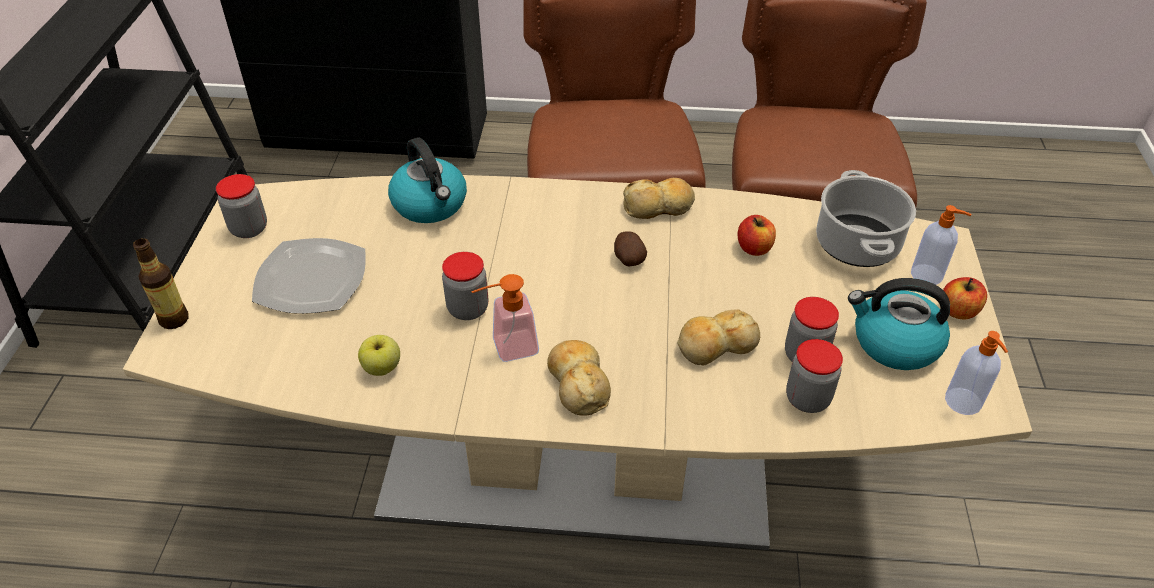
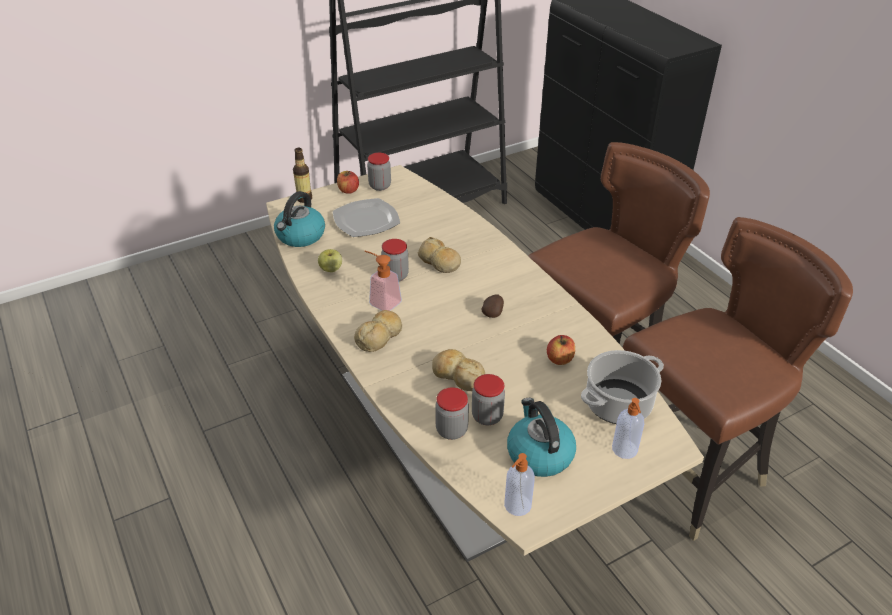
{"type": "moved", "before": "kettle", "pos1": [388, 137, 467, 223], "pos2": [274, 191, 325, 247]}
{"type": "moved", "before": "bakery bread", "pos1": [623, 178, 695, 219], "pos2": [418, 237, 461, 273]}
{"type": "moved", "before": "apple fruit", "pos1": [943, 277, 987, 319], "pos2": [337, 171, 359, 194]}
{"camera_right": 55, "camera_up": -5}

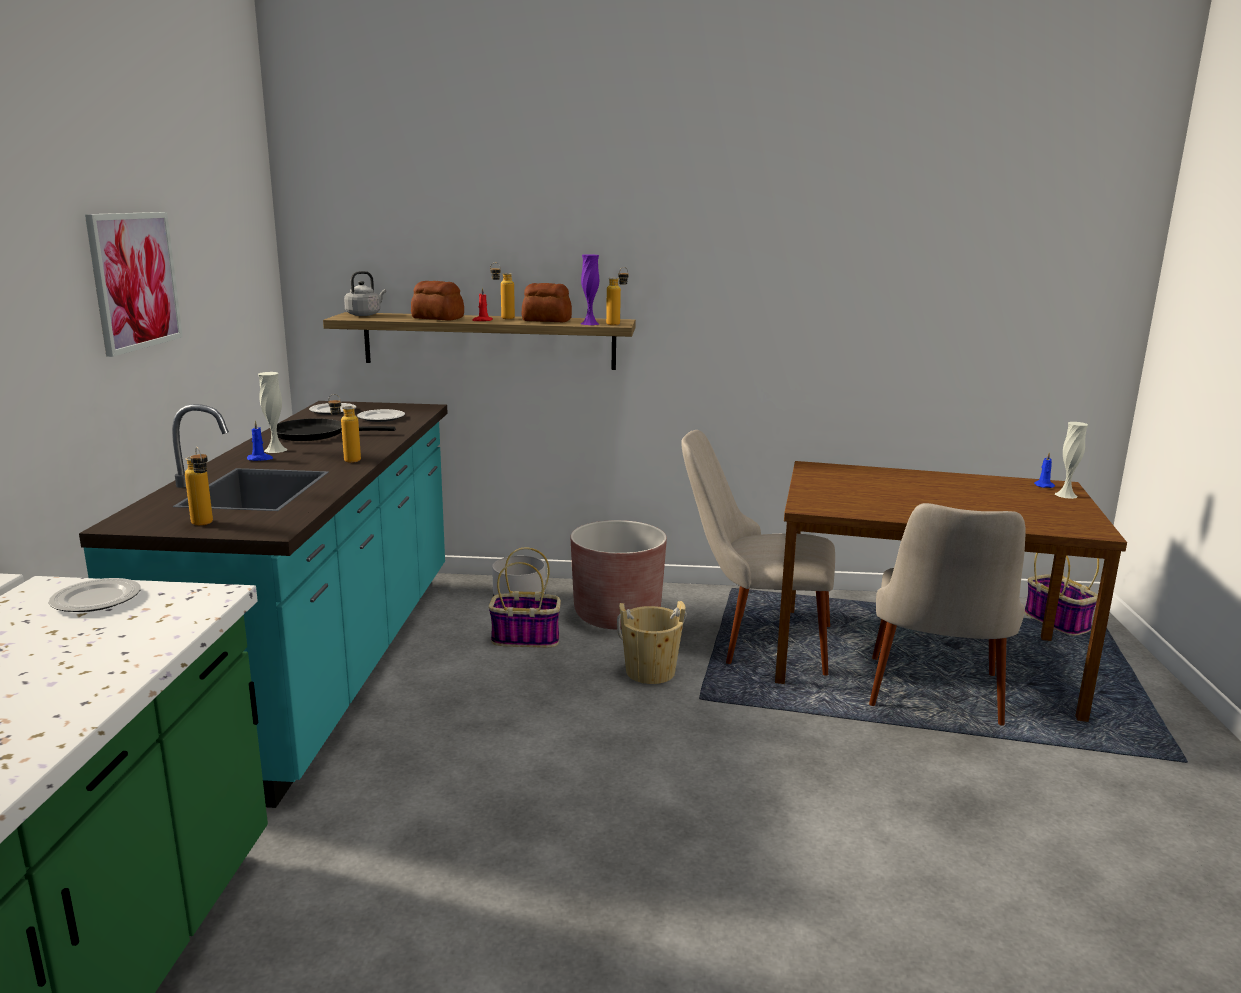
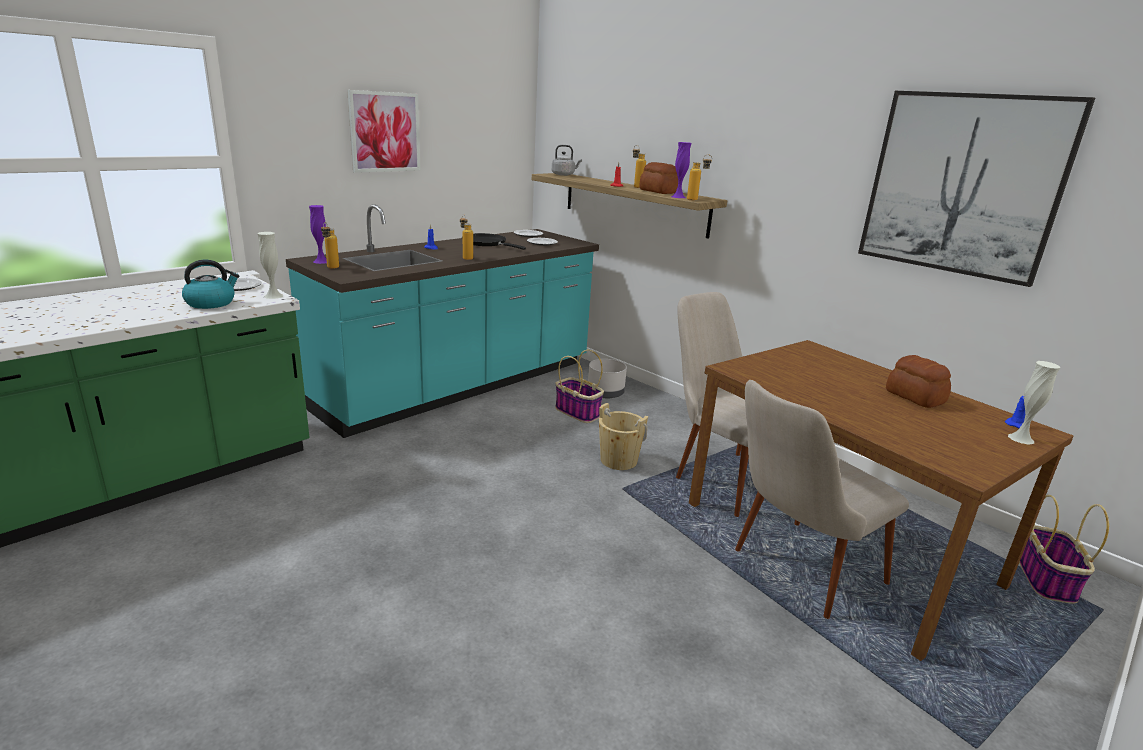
{"type": "moved", "before": "vase (white)", "pos1": [258, 372, 287, 453], "pos2": [258, 232, 284, 299]}
{"type": "moved", "before": "bakery bread", "pos1": [411, 281, 464, 321], "pos2": [886, 355, 951, 408]}
{"type": "removed", "before": "flower pot (brown-coloured)", "pos1": [570, 520, 667, 630]}
{"type": "added", "after": "kettle", "pos2": [182, 260, 240, 309]}
{"type": "added", "after": "vase (purple)", "pos2": [309, 205, 327, 264]}
{"type": "added", "after": "wall art", "pos2": [858, 91, 1095, 287]}
{"camera_right": 40, "camera_up": 5}

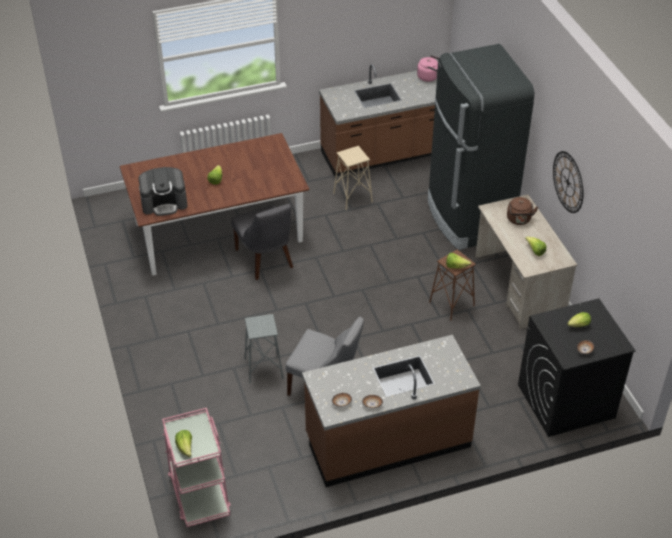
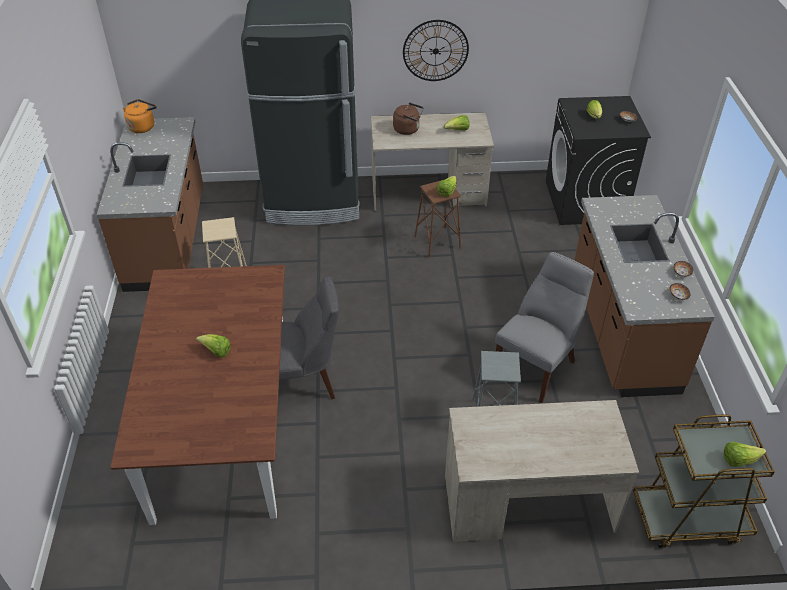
{"type": "removed", "before": "coffee machine", "pos1": [139, 167, 188, 216]}
{"type": "recoloured", "before": "trolley (pink)", "after": "trolley (brown-coloured)", "pos1": [162, 408, 230, 527], "pos2": [633, 414, 775, 548]}
{"type": "recoloured", "before": "kettle (pink)", "after": "kettle (orange-coloured)", "pos1": [417, 55, 439, 82], "pos2": [123, 99, 157, 133]}
{"type": "added", "after": "desk (beige)", "pos2": [445, 400, 639, 542]}
{"camera_right": -75, "camera_up": 0}

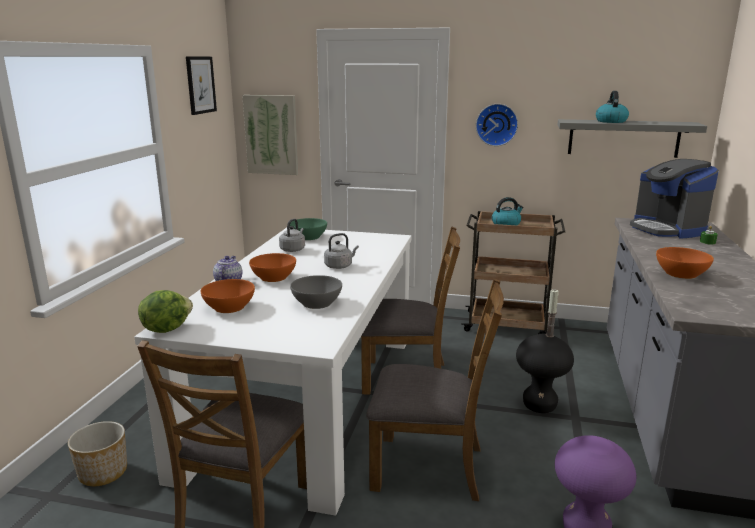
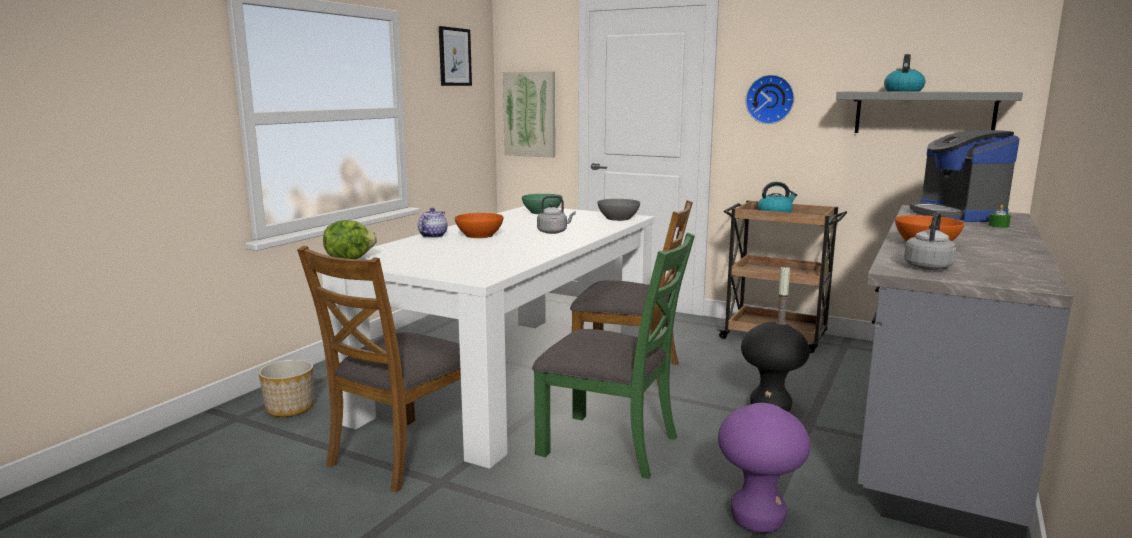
{"type": "removed", "before": "bowl (orange-coloured)", "pos1": [201, 279, 255, 313]}
{"type": "moved", "before": "kettle (greyish)", "pos1": [279, 219, 305, 252], "pos2": [904, 212, 956, 270]}
{"type": "moved", "before": "bowl (greyish)", "pos1": [290, 275, 342, 309], "pos2": [597, 199, 640, 221]}
{"type": "recoloured", "before": "chair (brown-coloured)", "after": "chair (green-coloured)", "pos1": [366, 278, 504, 501], "pos2": [532, 233, 695, 479]}
{"camera_right": 15, "camera_up": -5}

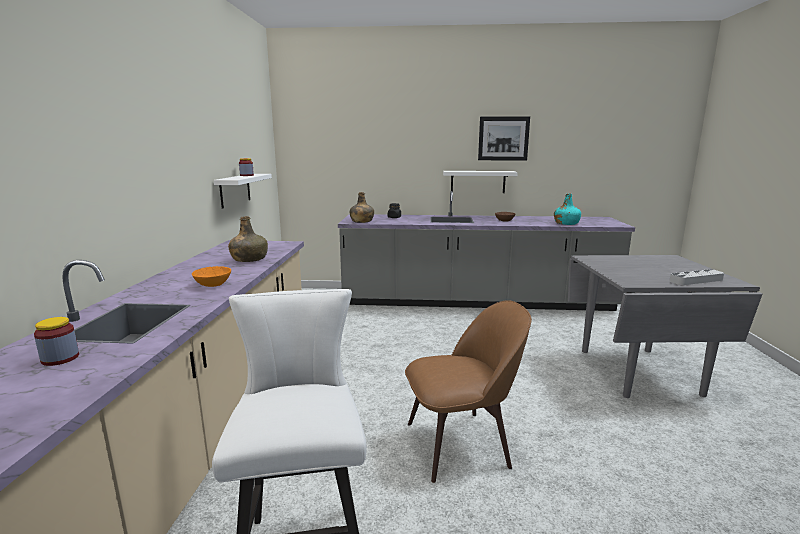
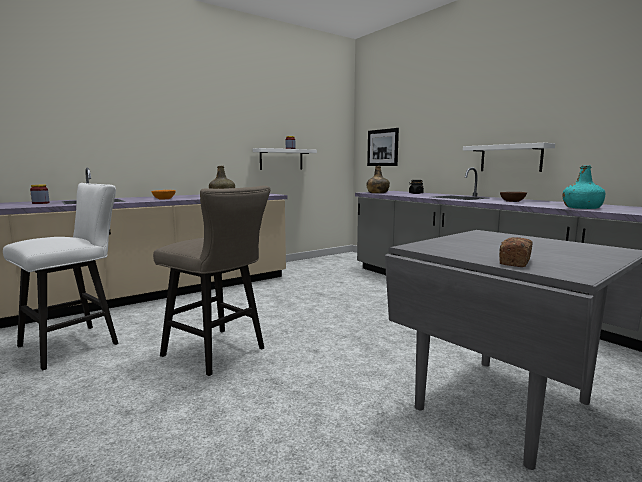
{"type": "replaced", "before": "chair (brown-coloured)", "after": "stool seat (beige)", "pos1": [405, 300, 532, 483], "pos2": [153, 185, 270, 376]}
{"type": "moved", "before": "wall art", "pos1": [478, 116, 530, 160], "pos2": [367, 128, 399, 166]}
{"type": "replaced", "before": "tray (greyish)", "after": "bakery bread", "pos1": [670, 269, 724, 285], "pos2": [499, 237, 533, 267]}
{"camera_right": 50, "camera_up": -5}

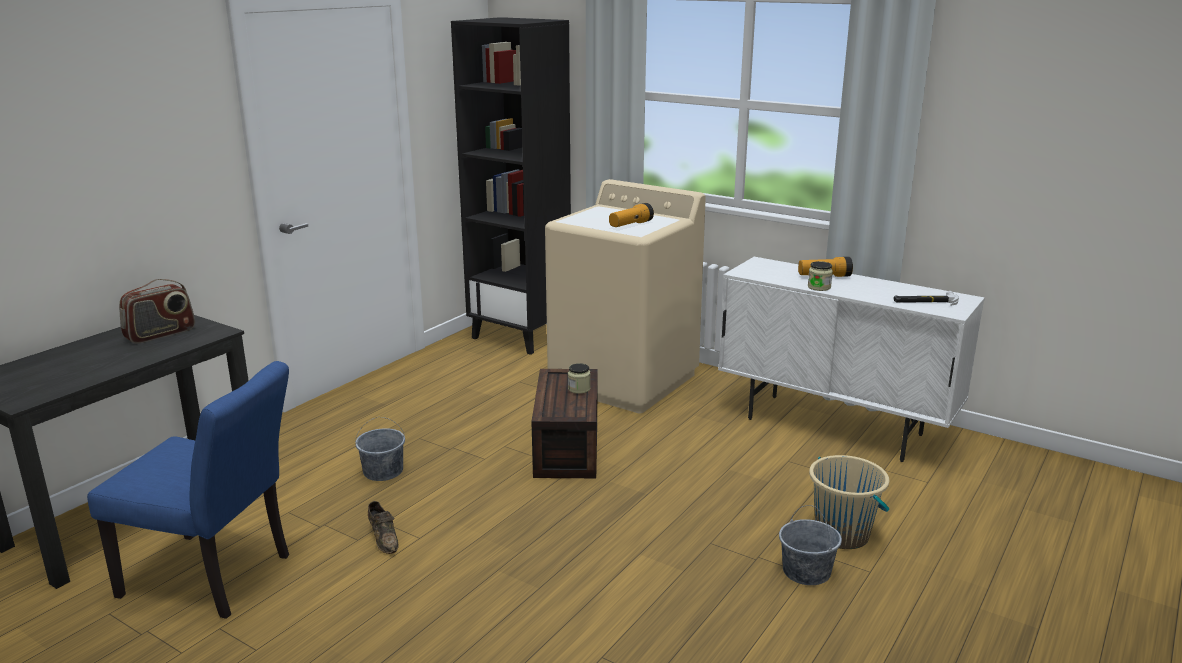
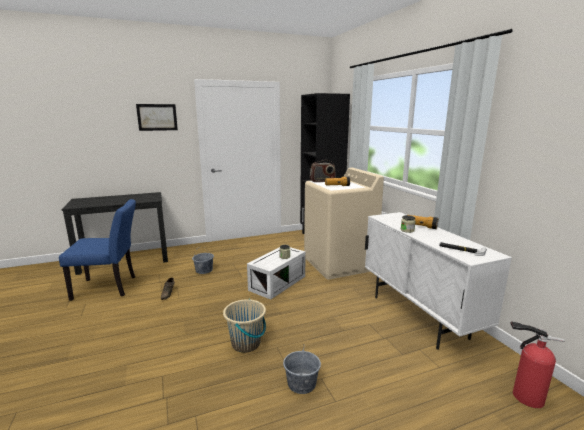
{"type": "turned", "before": "chair (blue-coloured)", "pos1": [87, 361, 289, 619], "pos2": [59, 199, 136, 301], "turn": -60}
{"type": "moved", "before": "radio", "pos1": [119, 279, 195, 344], "pos2": [310, 160, 336, 182]}
{"type": "recoloured", "before": "storage box (brown-coloured)", "after": "storage box (white)", "pos1": [531, 369, 597, 478], "pos2": [247, 247, 306, 300]}
{"type": "moved", "before": "bucket (beige)", "pos1": [809, 455, 889, 549], "pos2": [223, 299, 266, 353]}
{"type": "added", "after": "wall art", "pos2": [136, 104, 178, 131]}
{"type": "added", "after": "fire extinguisher", "pos2": [510, 321, 565, 408]}
{"camera_right": 35, "camera_up": -5}

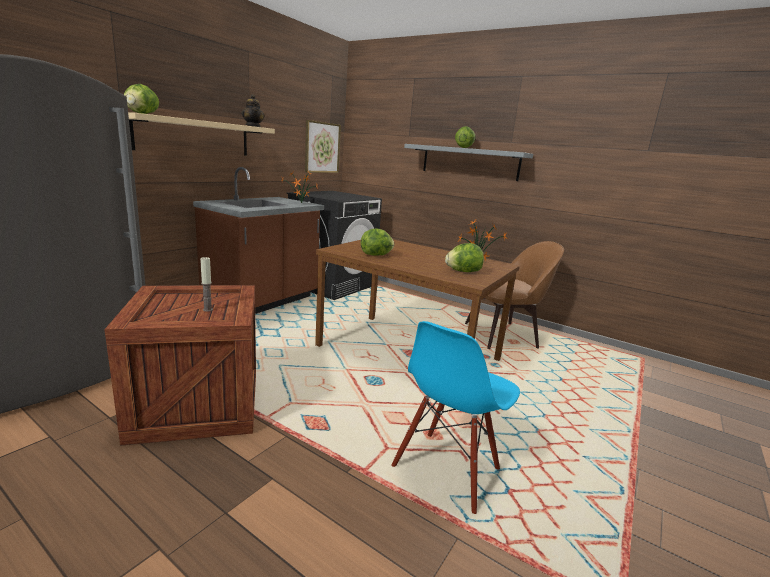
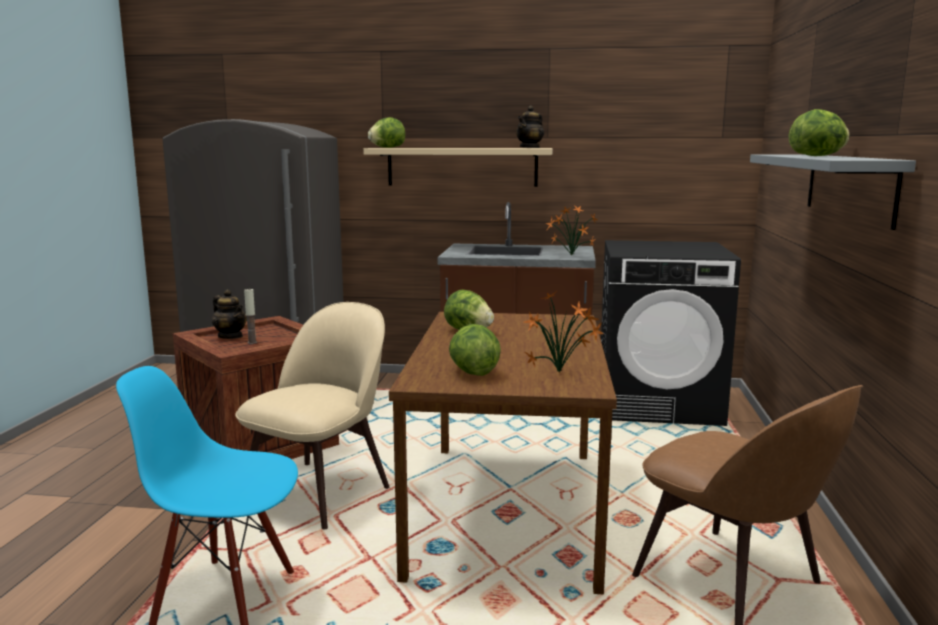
{"type": "removed", "before": "wall art", "pos1": [305, 120, 341, 173]}
{"type": "added", "after": "tea pot", "pos2": [212, 289, 247, 339]}
{"type": "added", "after": "chair (beige)", "pos2": [235, 302, 390, 530]}
{"camera_right": 65, "camera_up": -5}

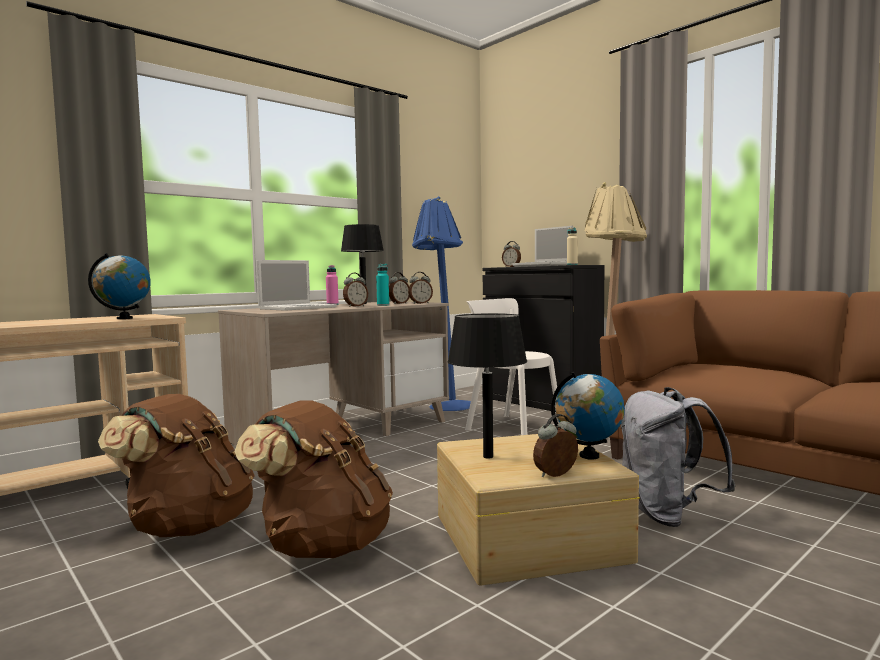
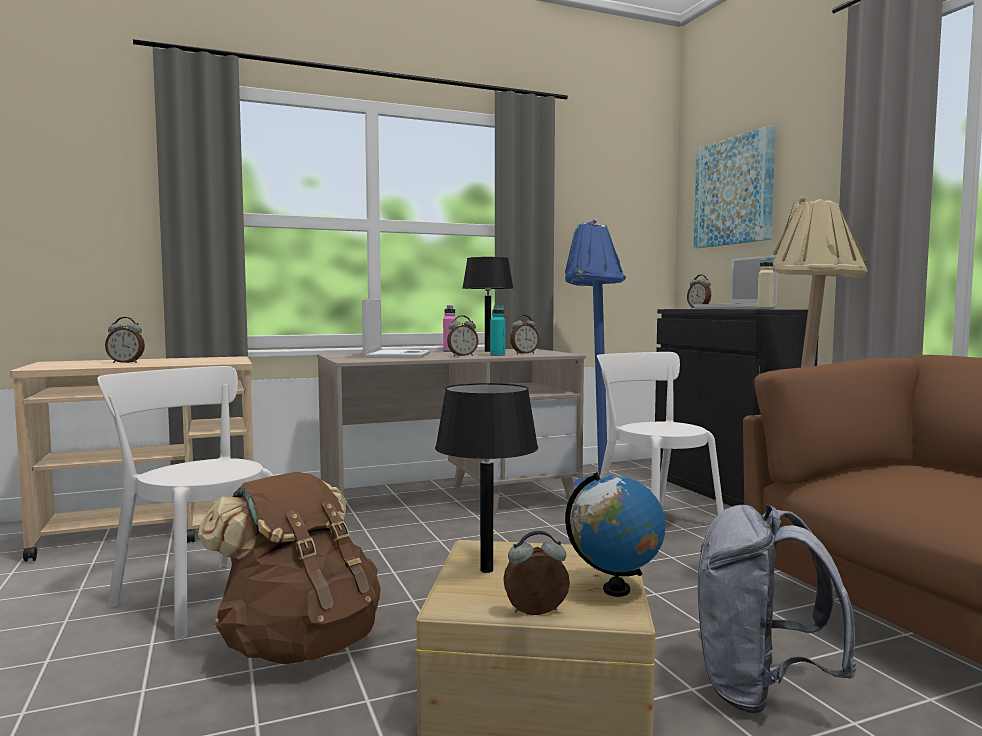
{"type": "removed", "before": "world globe", "pos1": [88, 253, 151, 319]}
{"type": "replaced", "before": "rucksack (brown-coloured)", "after": "chair (white)", "pos1": [98, 394, 255, 537], "pos2": [97, 366, 273, 639]}
{"type": "turned", "before": "notebook computer", "pos1": [256, 260, 337, 311], "pos2": [362, 299, 431, 358], "turn": -60}
{"type": "moved", "before": "table clock", "pos1": [408, 272, 433, 304], "pos2": [105, 317, 145, 363]}
{"type": "added", "after": "wall art", "pos2": [694, 125, 776, 248]}
{"camera_right": 20, "camera_up": 0}

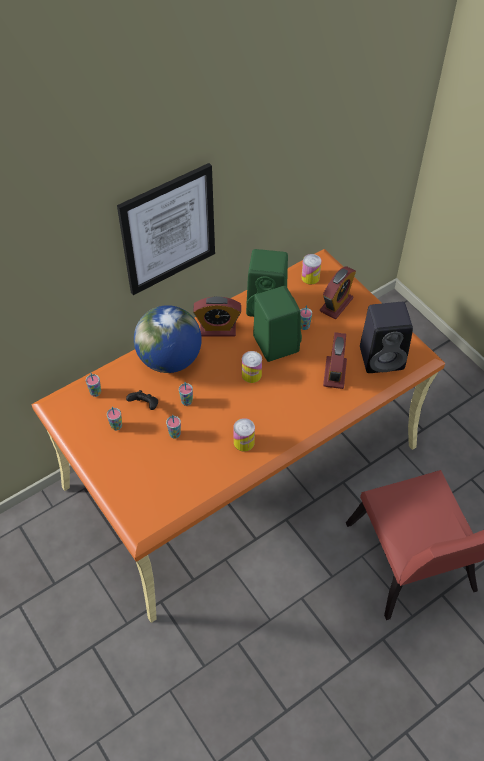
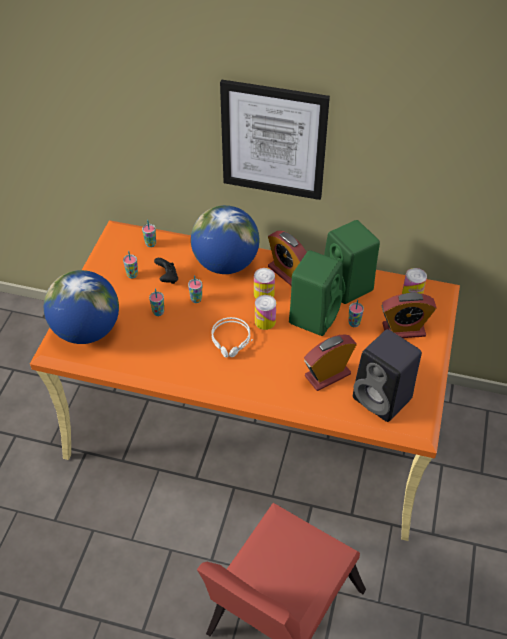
{"type": "moved", "before": "sealed can", "pos1": [233, 418, 255, 451], "pos2": [254, 268, 275, 299]}
{"type": "added", "after": "world globe", "pos2": [44, 270, 119, 344]}
{"type": "added", "after": "headset (greyish)", "pos2": [211, 317, 253, 358]}
{"camera_right": 50, "camera_up": -5}

